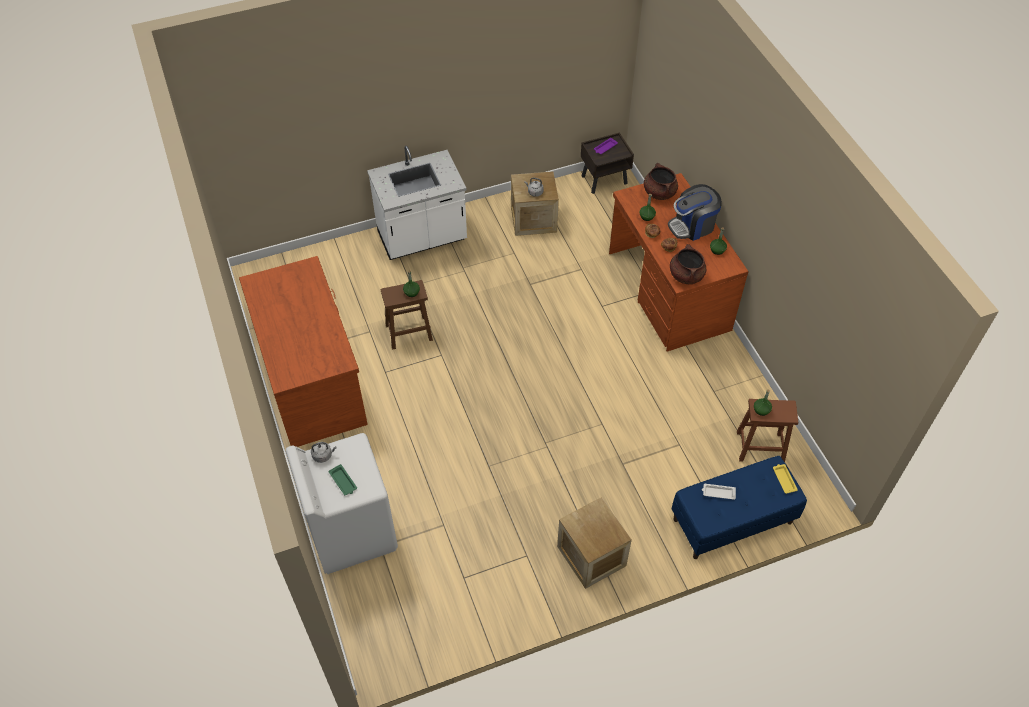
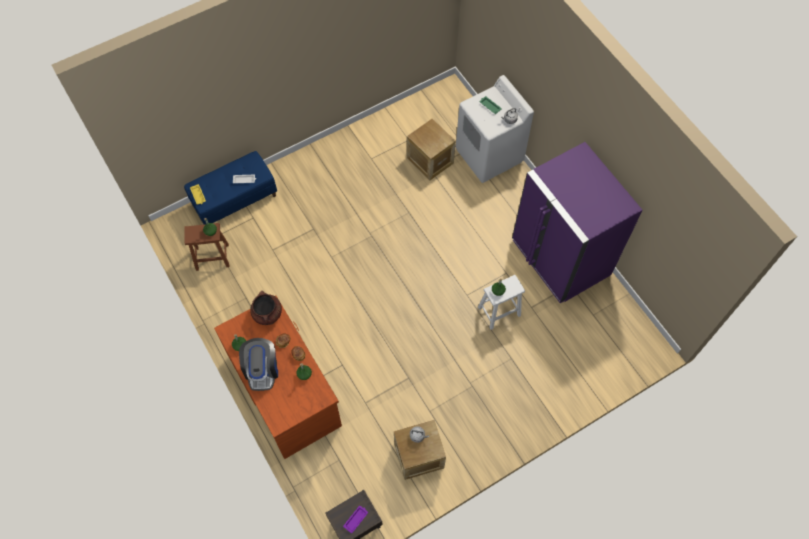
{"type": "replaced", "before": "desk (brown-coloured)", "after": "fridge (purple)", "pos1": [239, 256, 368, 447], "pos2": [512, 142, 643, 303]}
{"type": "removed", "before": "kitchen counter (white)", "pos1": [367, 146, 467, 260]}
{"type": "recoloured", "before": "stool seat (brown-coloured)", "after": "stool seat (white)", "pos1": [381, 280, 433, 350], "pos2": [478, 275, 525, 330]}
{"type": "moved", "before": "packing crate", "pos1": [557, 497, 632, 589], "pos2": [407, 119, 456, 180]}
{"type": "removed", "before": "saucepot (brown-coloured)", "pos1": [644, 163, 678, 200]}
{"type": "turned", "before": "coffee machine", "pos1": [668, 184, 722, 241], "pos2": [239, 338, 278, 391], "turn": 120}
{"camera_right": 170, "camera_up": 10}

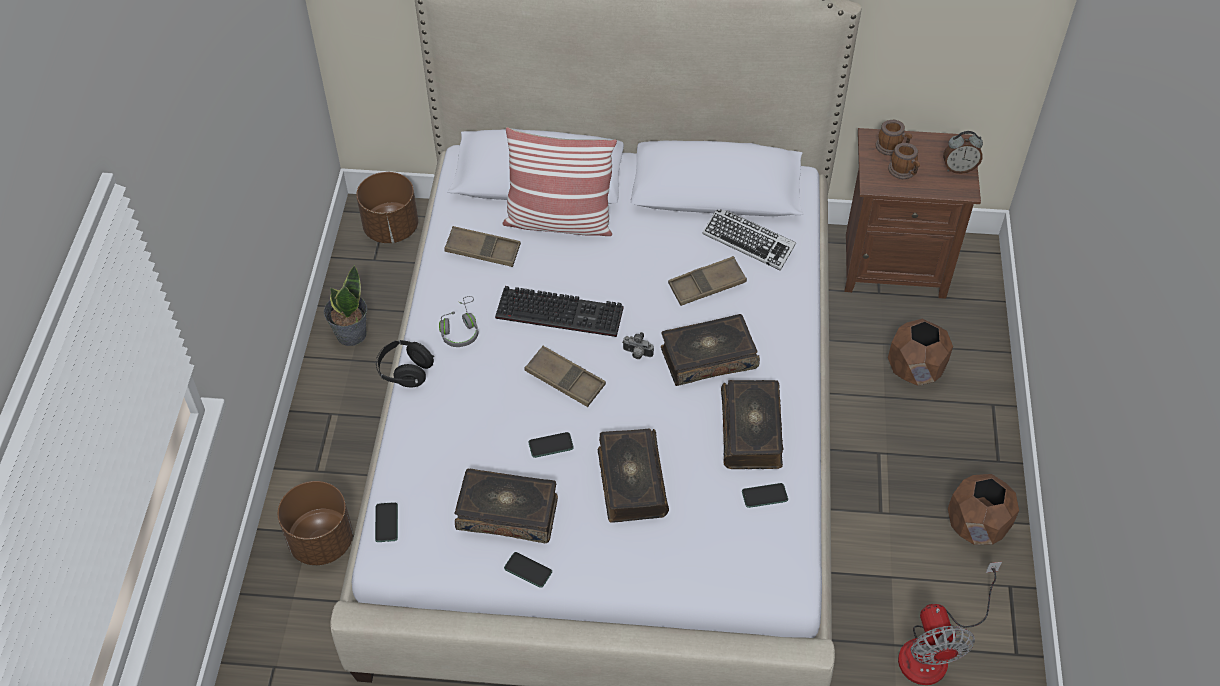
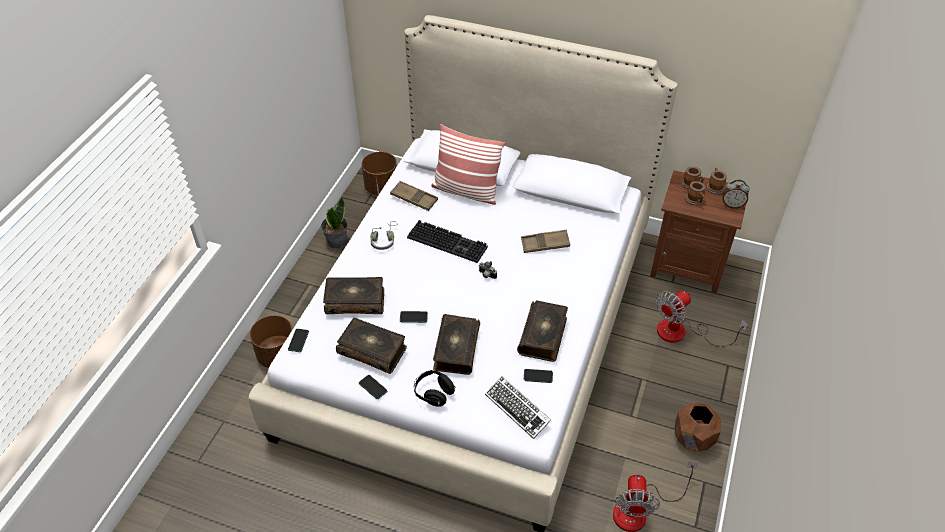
{"type": "moved", "before": "headset (black-coloured)", "pos1": [376, 340, 434, 387], "pos2": [414, 370, 456, 407]}
{"type": "removed", "before": "tray (brown-coloured)", "pos1": [525, 346, 606, 407]}
{"type": "moved", "before": "book", "pos1": [661, 314, 760, 386], "pos2": [323, 277, 384, 314]}
{"type": "moved", "before": "computer keyboard", "pos1": [703, 209, 796, 271], "pos2": [485, 376, 551, 439]}
{"type": "replaced", "before": "flower pot (brown-coloured)", "after": "cooling fan", "pos1": [888, 319, 953, 386], "pos2": [656, 291, 748, 347]}
{"type": "added", "after": "coffee mug", "pos2": [707, 168, 727, 195]}
{"camera_right": 15, "camera_up": -5}

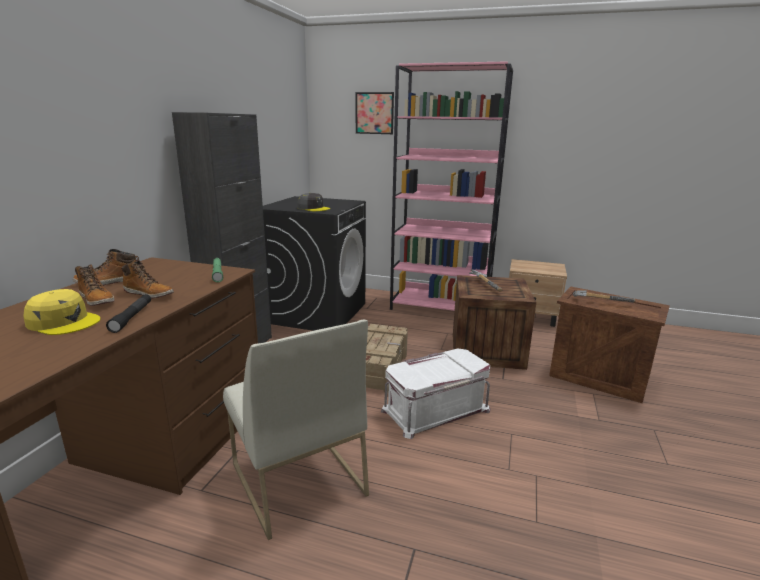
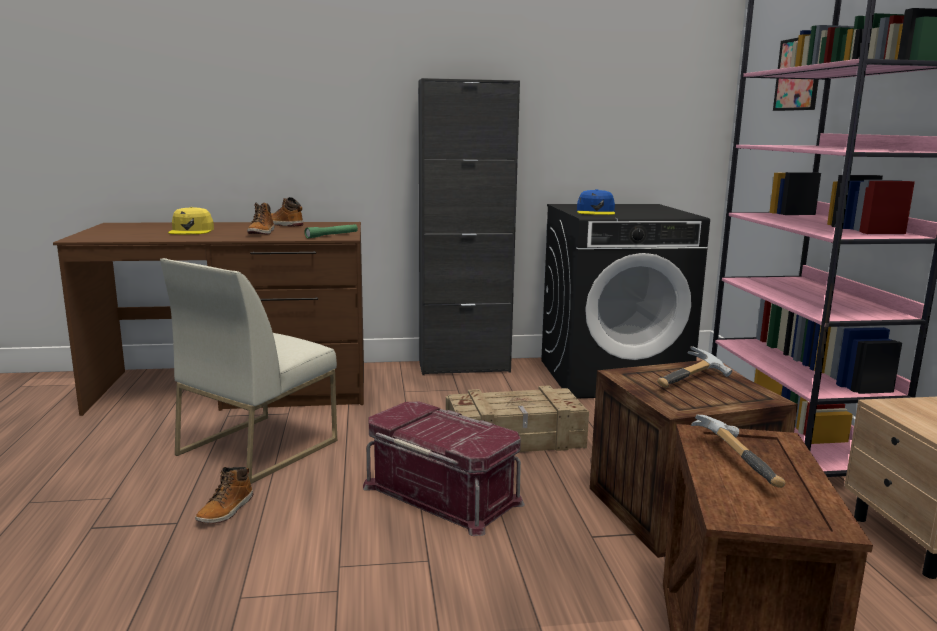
{"type": "moved", "before": "high-top boot", "pos1": [75, 264, 115, 306], "pos2": [195, 467, 254, 523]}
{"type": "removed", "before": "flashlight (black-coloured)", "pos1": [106, 294, 151, 333]}
{"type": "recoloured", "before": "cap (greyish)", "after": "cap (blue-coloured)", "pos1": [297, 193, 330, 211], "pos2": [577, 189, 615, 215]}
{"type": "recoloured", "before": "storage box (white)", "after": "storage box (reddish)", "pos1": [381, 349, 490, 439], "pos2": [363, 402, 525, 536]}
{"camera_right": 65, "camera_up": -5}

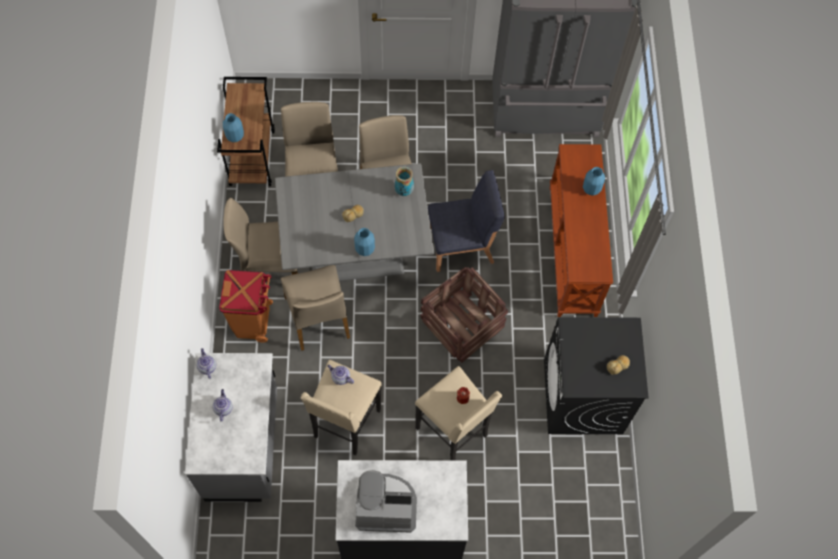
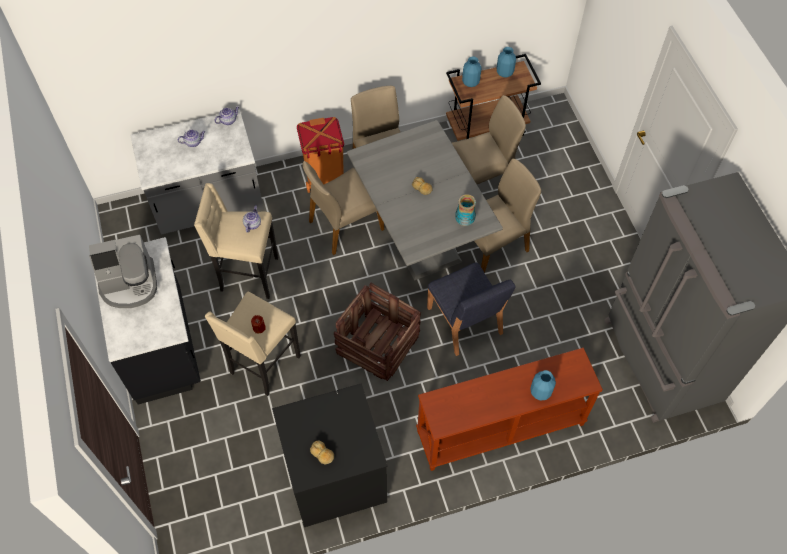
{"type": "moved", "before": "vase (blue-coloured)", "pos1": [354, 228, 375, 256], "pos2": [497, 47, 516, 77]}
{"type": "turned", "before": "coffee machine", "pos1": [355, 470, 417, 533], "pos2": [89, 235, 157, 308], "turn": 90}
{"camera_right": 75, "camera_up": -5}

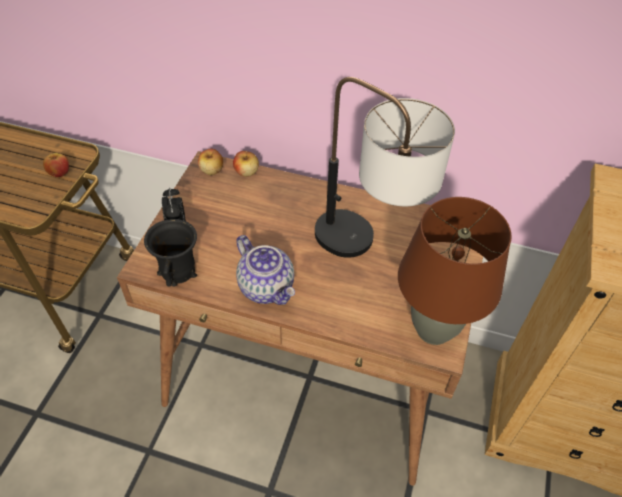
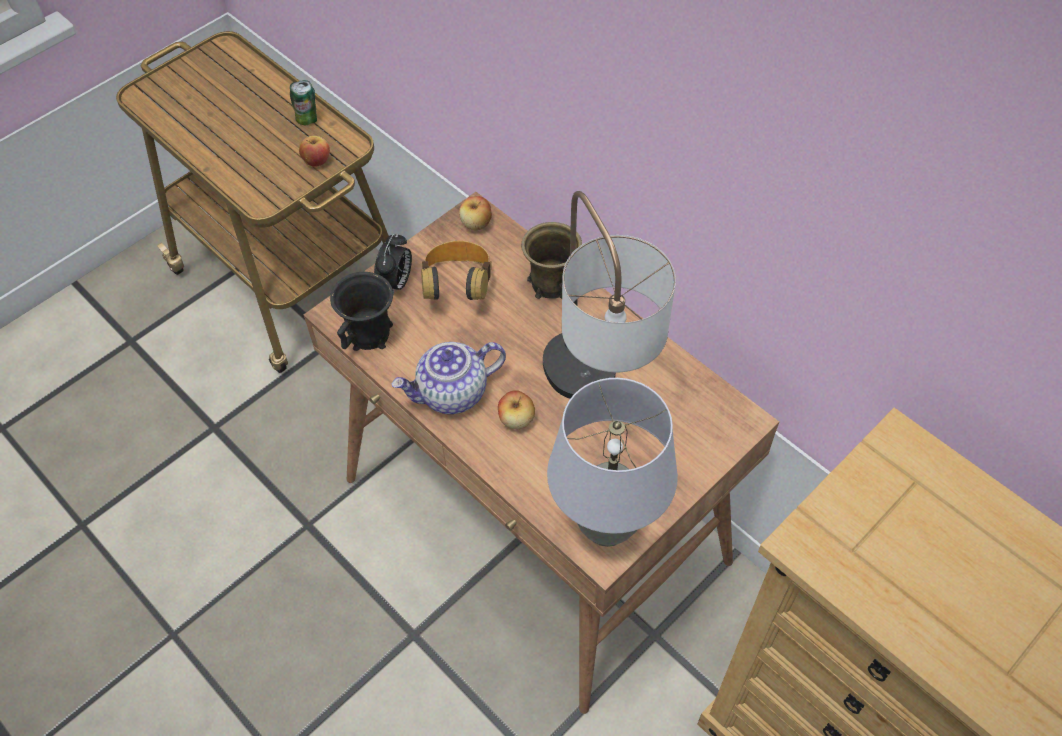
{"type": "moved", "before": "apple fruit", "pos1": [233, 151, 259, 177], "pos2": [498, 390, 535, 429]}
{"type": "turned", "before": "tea pot", "pos1": [236, 235, 295, 305], "pos2": [391, 342, 506, 414], "turn": 75}
{"type": "recoloured", "before": "tabletop lamp (brown-coloured)", "after": "tabletop lamp (greyish)", "pos1": [398, 197, 512, 345], "pos2": [547, 378, 678, 547]}
{"type": "added", "after": "sealed can", "pos2": [290, 80, 317, 125]}
{"type": "added", "after": "headset", "pos2": [421, 241, 492, 300]}
{"type": "added", "after": "coffee mug (brown-coloured)", "pos2": [521, 222, 582, 299]}
{"camera_right": 30, "camera_up": 5}

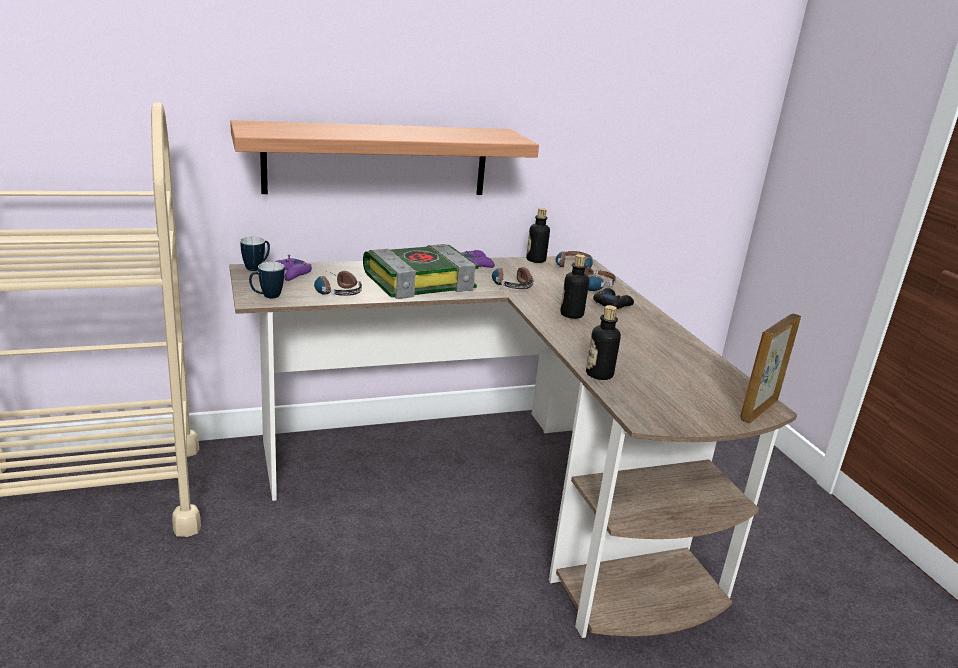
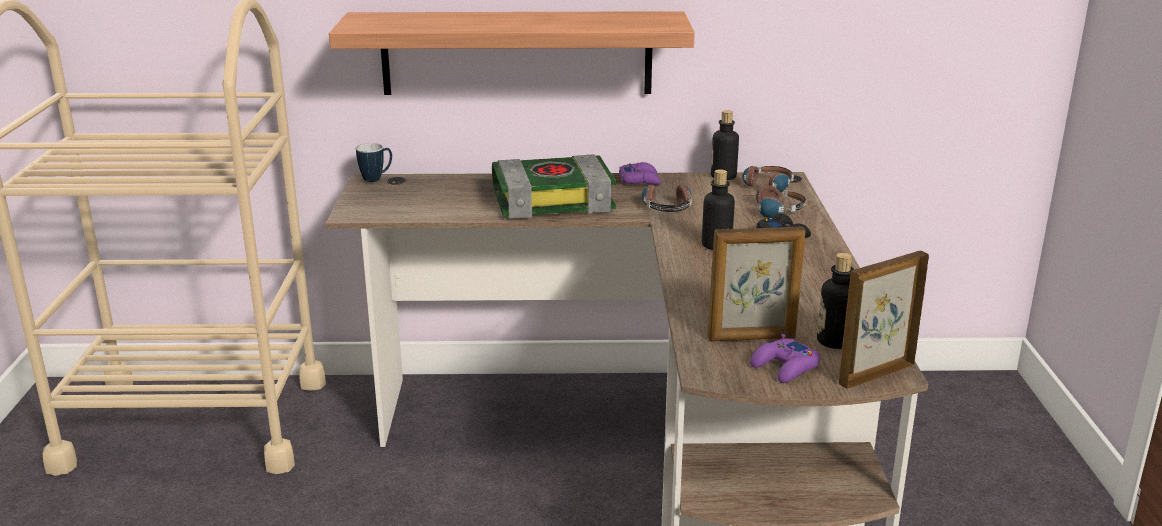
{"type": "removed", "before": "coffee mug", "pos1": [249, 262, 285, 298]}
{"type": "moved", "before": "gamepad (purple)", "pos1": [275, 255, 312, 281], "pos2": [750, 334, 820, 383]}
{"type": "removed", "before": "headset", "pos1": [314, 271, 362, 296]}
{"type": "moved", "before": "drink bottle", "pos1": [586, 305, 621, 380], "pos2": [817, 253, 854, 349]}
{"type": "added", "after": "photo frame", "pos2": [708, 227, 806, 341]}
{"camera_right": 20, "camera_up": 0}

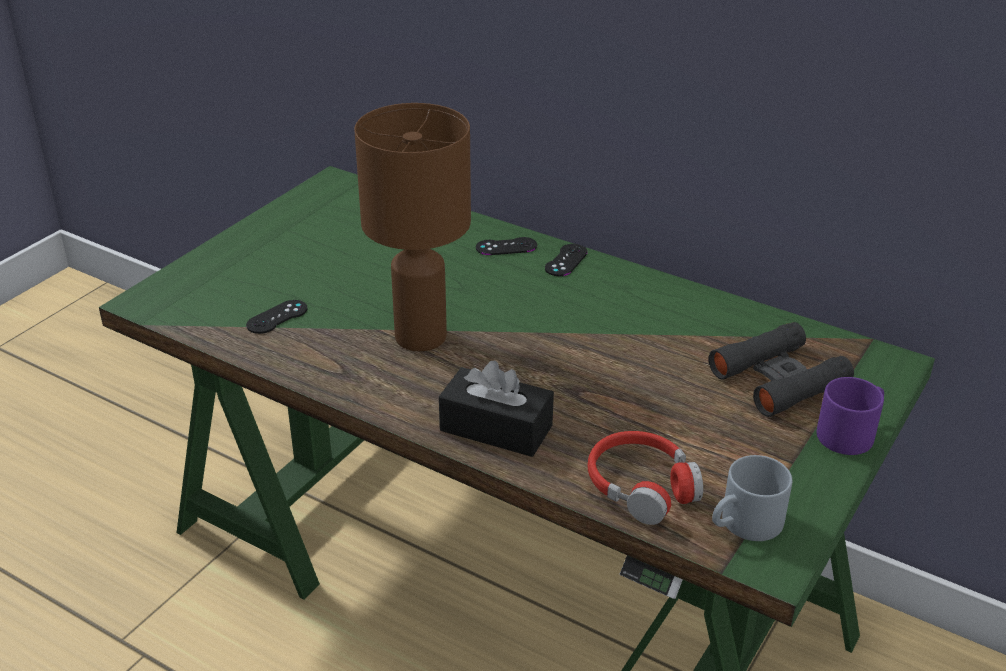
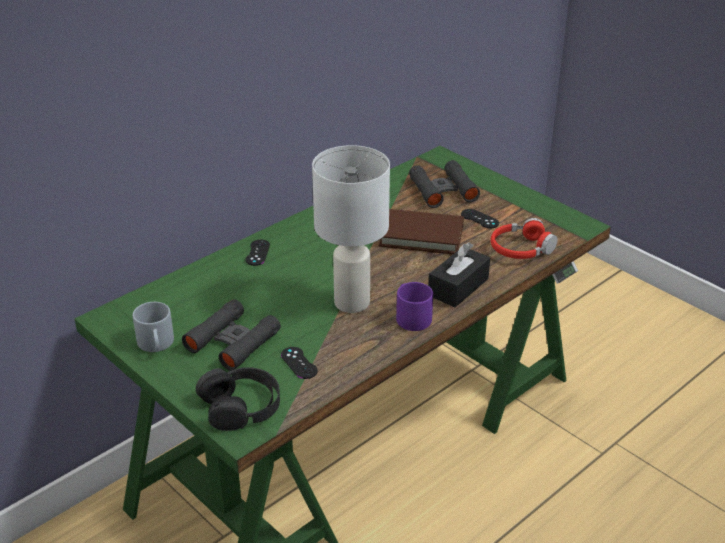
{"type": "recoloured", "before": "tabletop lamp (brown-coloured)", "after": "tabletop lamp (white)", "pos1": [354, 103, 471, 351], "pos2": [312, 145, 390, 313]}
{"type": "moved", "before": "gamepad (black-coloured)", "pos1": [545, 244, 587, 276], "pos2": [461, 209, 499, 228]}
{"type": "moved", "before": "coffee mug (greyish)", "pos1": [712, 455, 792, 541], "pos2": [133, 302, 174, 352]}
{"type": "moved", "before": "coffee mug (purple)", "pos1": [817, 377, 884, 455], "pos2": [396, 282, 433, 331]}
{"type": "added", "after": "pair of binoculars (black-coloured)", "pos2": [182, 299, 281, 371]}
{"type": "added", "after": "headset (black-coloured)", "pos2": [196, 367, 280, 431]}
{"type": "added", "after": "book (brown-coloured)", "pos2": [379, 209, 464, 254]}
{"camera_right": -75, "camera_up": 0}

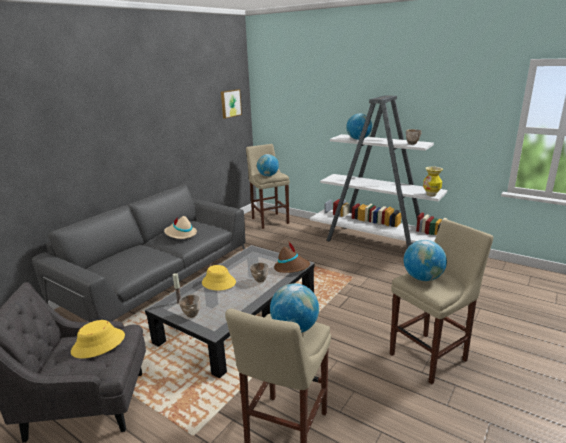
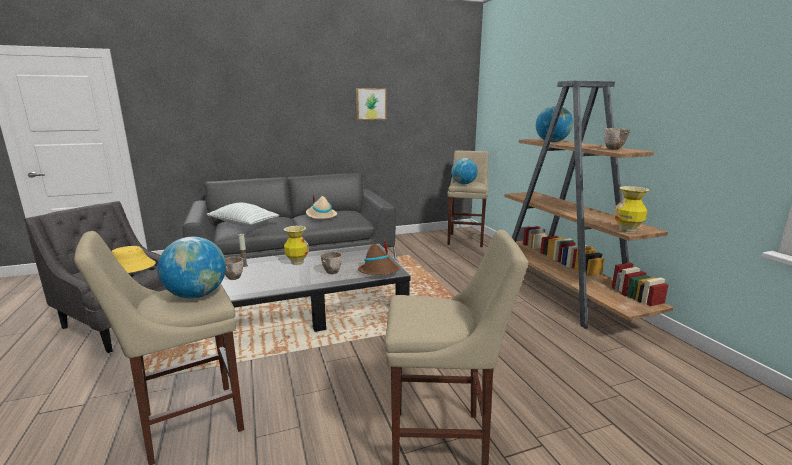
{"type": "replaced", "before": "hat (yellow)", "after": "vase", "pos1": [202, 265, 236, 291], "pos2": [284, 226, 309, 265]}
{"type": "moved", "before": "wall art", "pos1": [221, 89, 242, 119], "pos2": [356, 88, 386, 120]}
{"type": "recoloured", "before": "shelving unit (white)", "after": "shelving unit (brown-coloured)", "pos1": [310, 95, 447, 248], "pos2": [504, 81, 674, 329]}
{"type": "removed", "before": "world globe", "pos1": [404, 240, 447, 281]}
{"type": "added", "after": "throw pillow", "pos2": [206, 203, 279, 226]}
{"camera_right": 35, "camera_up": -5}

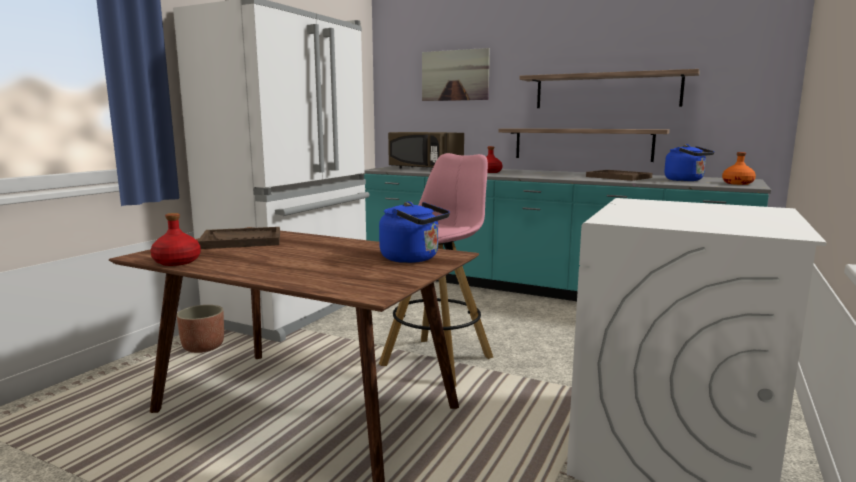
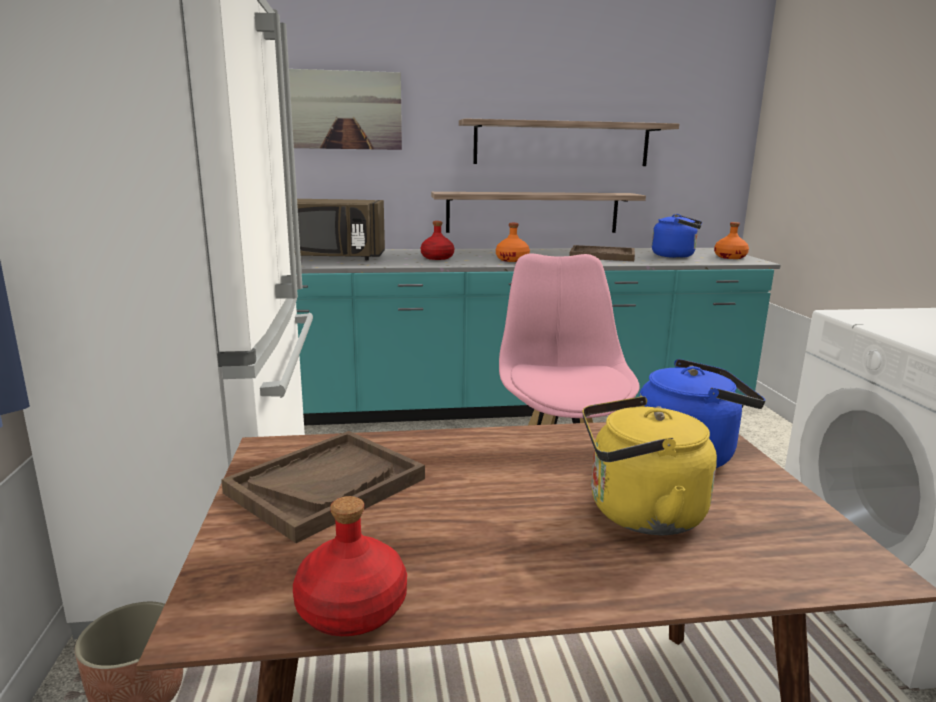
{"type": "added", "after": "drink bottle (orange-coloured)", "pos2": [496, 223, 530, 262]}
{"type": "added", "after": "kettle (yellow)", "pos2": [582, 396, 717, 535]}
{"camera_right": -35, "camera_up": 5}

